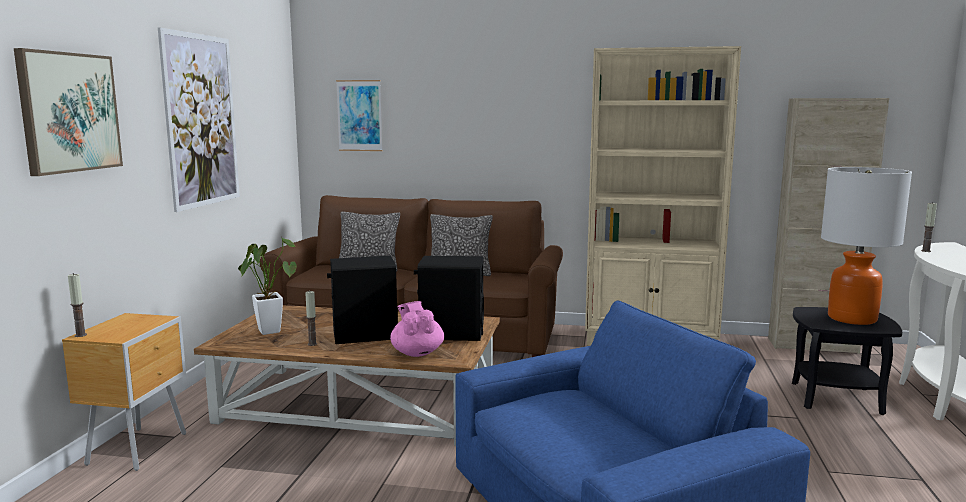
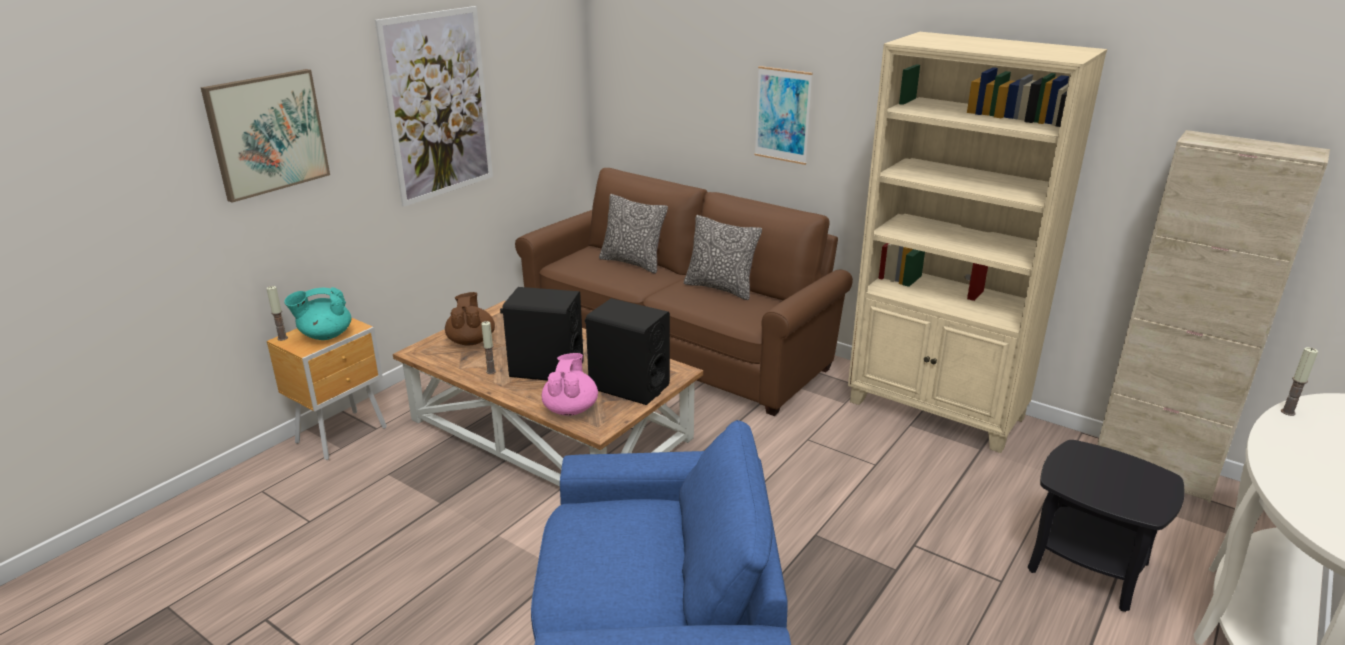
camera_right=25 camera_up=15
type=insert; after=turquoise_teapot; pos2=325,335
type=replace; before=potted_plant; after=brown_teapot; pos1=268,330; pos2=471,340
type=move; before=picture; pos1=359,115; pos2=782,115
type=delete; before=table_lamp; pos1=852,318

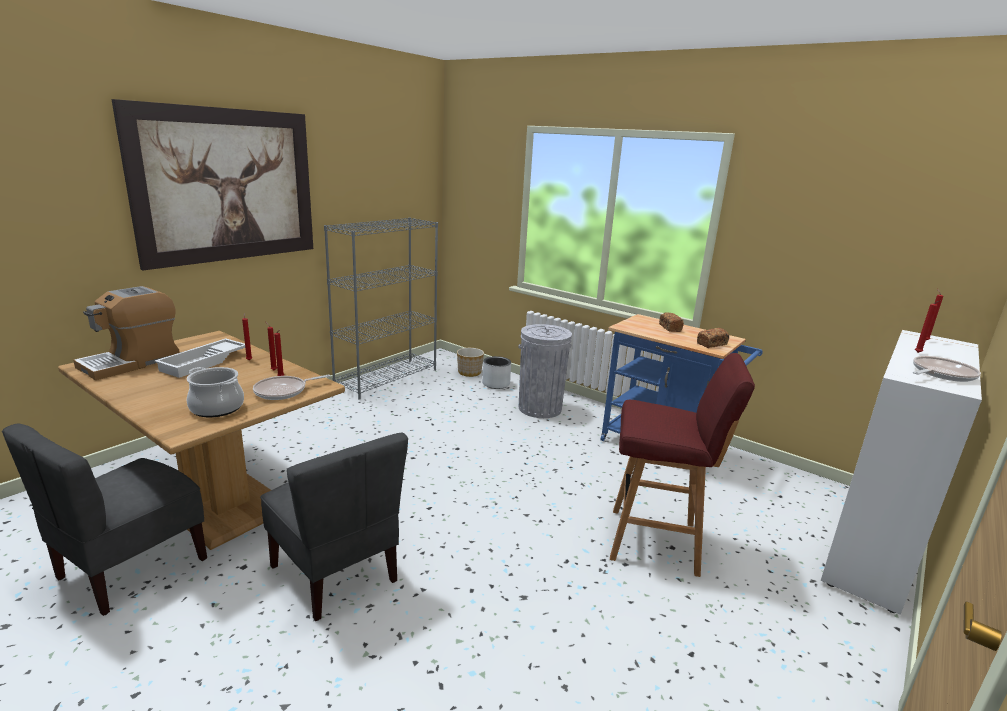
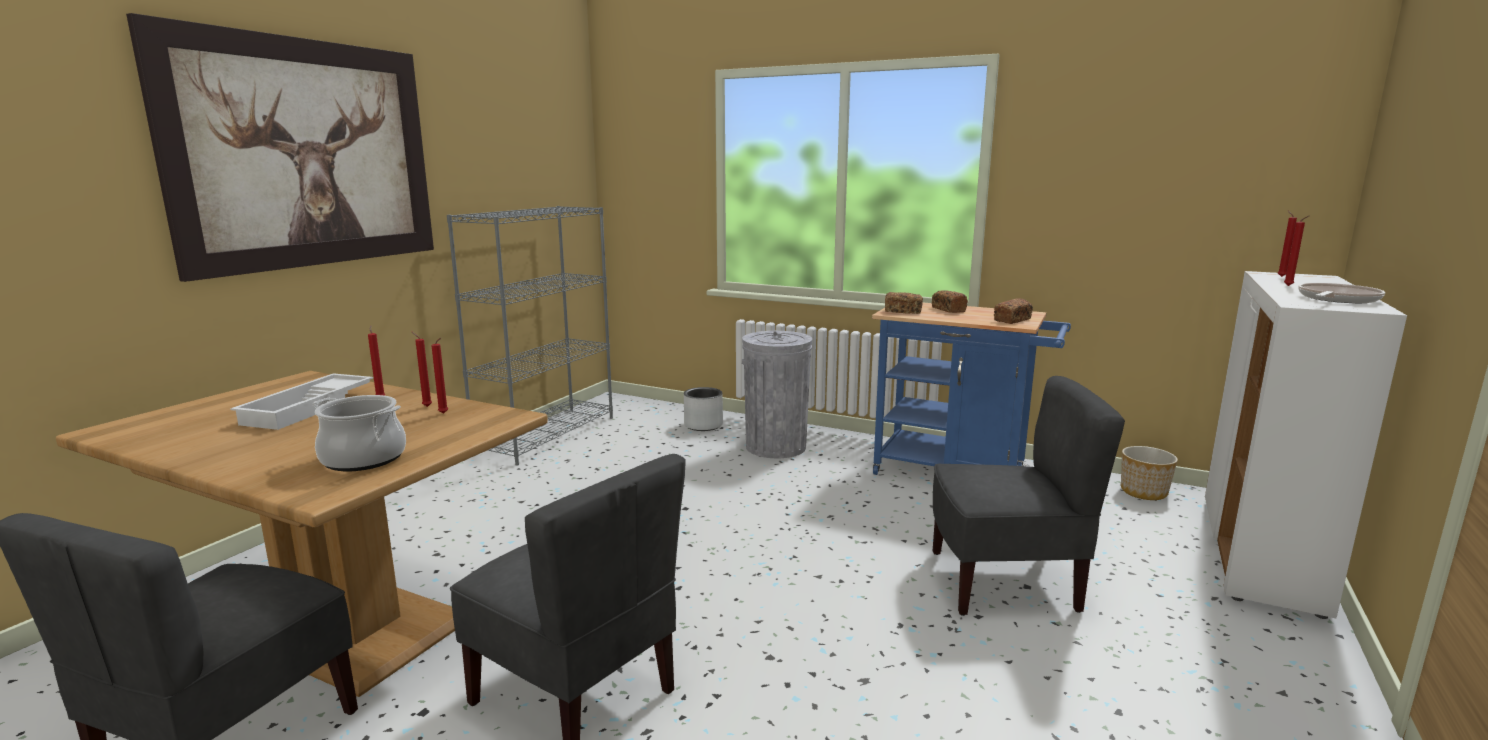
camera_right=-10 camera_up=-5
type=insert; after=bread; pos2=903,311
type=replace; before=red_stool; after=grey_chair; pos1=656,542; pos2=1004,583
type=move; before=planter; pos1=470,372; pos2=1144,492
type=delete; before=coffee_machine; pos1=132,362
type=delete; before=frying_pan; pos1=284,391

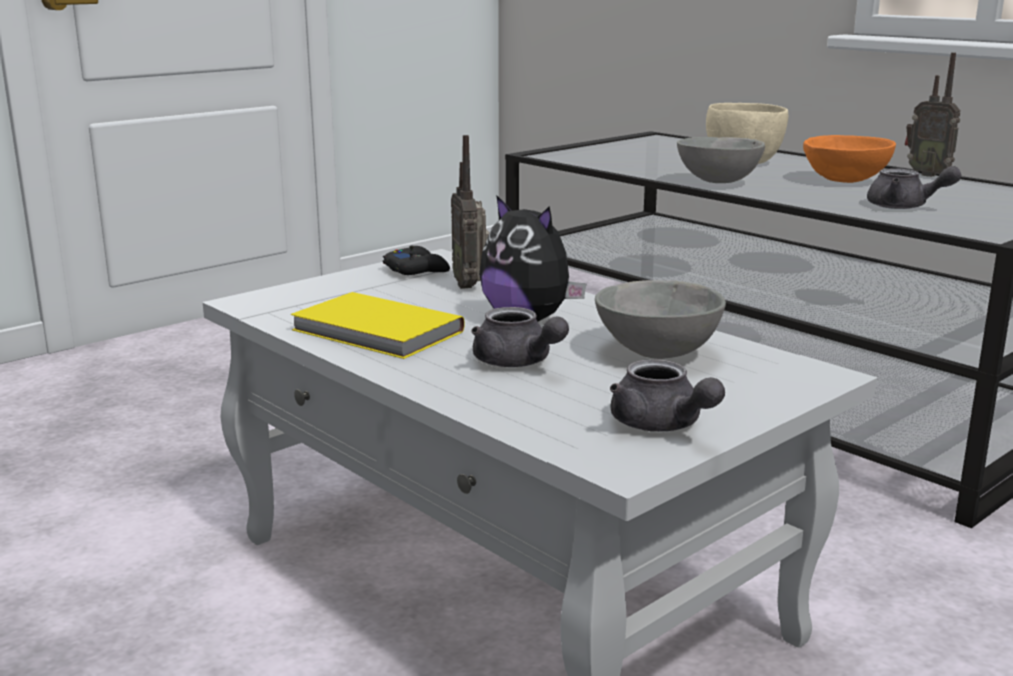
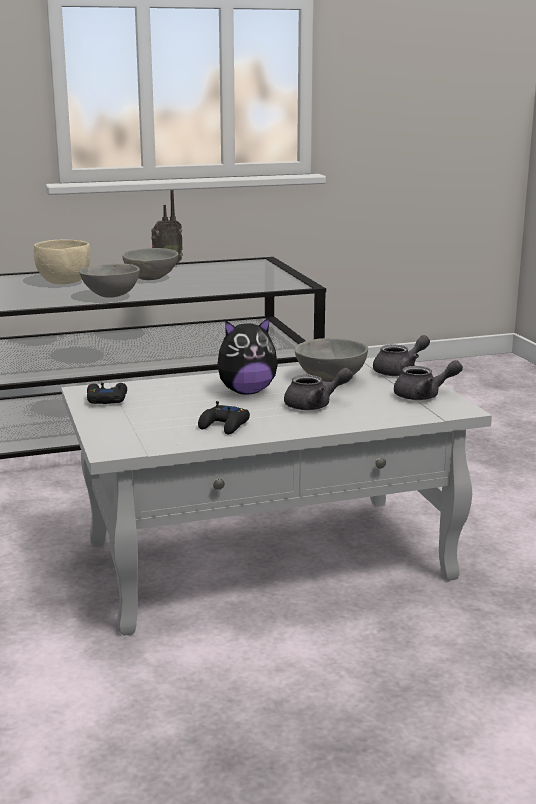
camera_right=-65 camera_up=0
type=recolor; before=orange_bowl; after=grey_bowl; pos1=846,181; pos2=152,279
type=replace; before=yellow_book; after=black_game_controller; pos1=376,332; pos2=224,425
type=move; before=grey_teapot; pos1=904,207; pos2=400,371
type=delete; before=radio; pos1=471,285

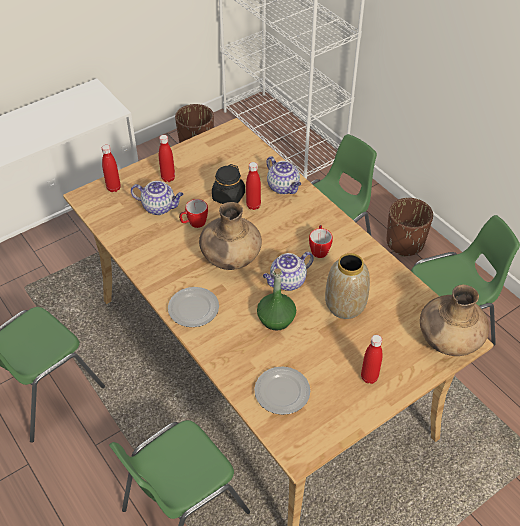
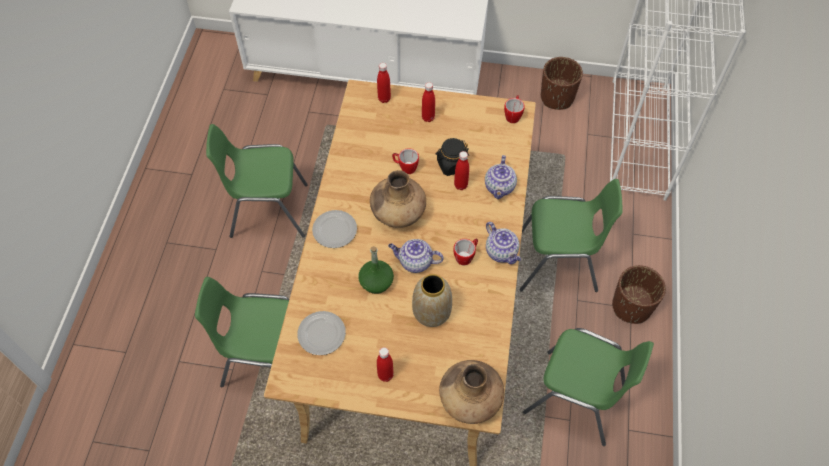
camera_right=45 camera_up=10
type=move; before=teapot; pos1=159,207; pos2=502,252
type=insert; after=mug; pos2=513,115

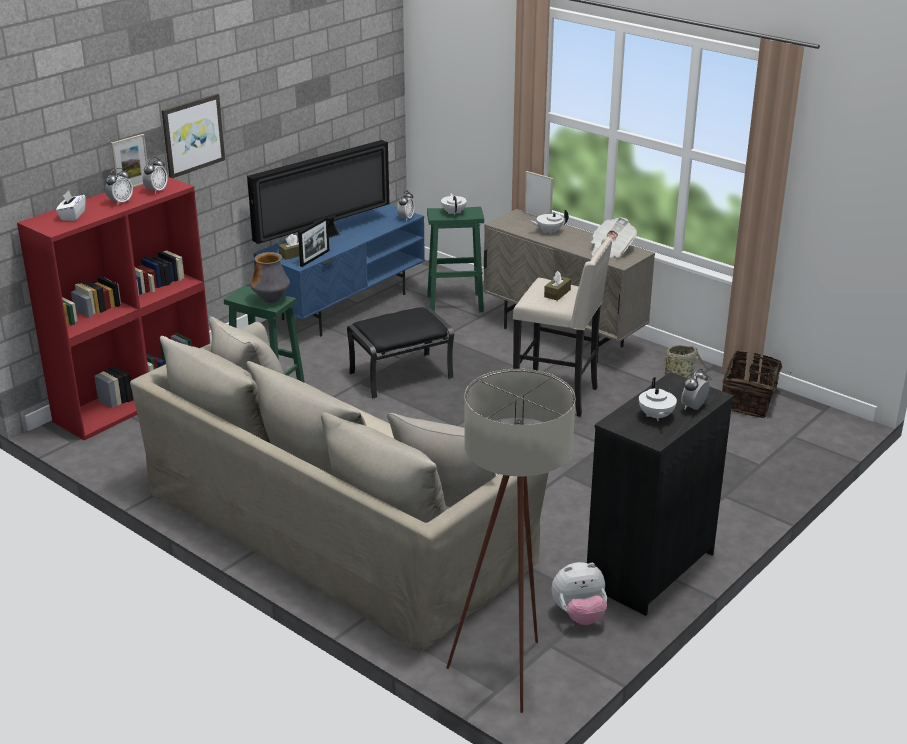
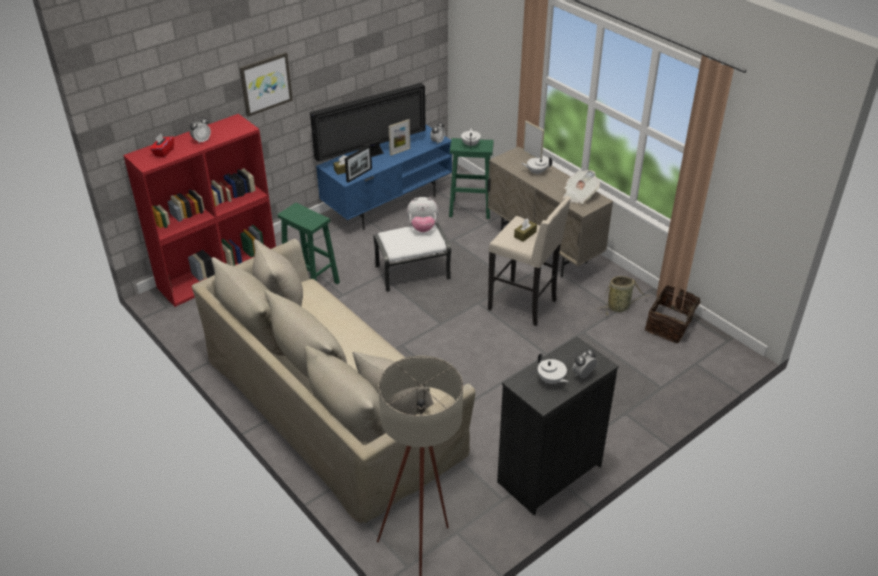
camera_right=10 camera_up=10
type=recolor; before=white_tissue_box; after=red_tissue_box; pos1=72,216; pos2=163,152
type=recolor; before=black_ottoman; after=white_ottoman; pos1=401,375; pos2=413,272
type=move; before=picture_frame; pos1=133,186; pos2=400,151
type=move; before=plush_toy; pos1=579,615; pos2=422,228
type=rotate; before=white_teapot; pos1=655,416; pos2=551,380; turn=-45
type=delete; before=alarm_clock; pos1=156,191
type=delete; before=vase; pos1=271,300

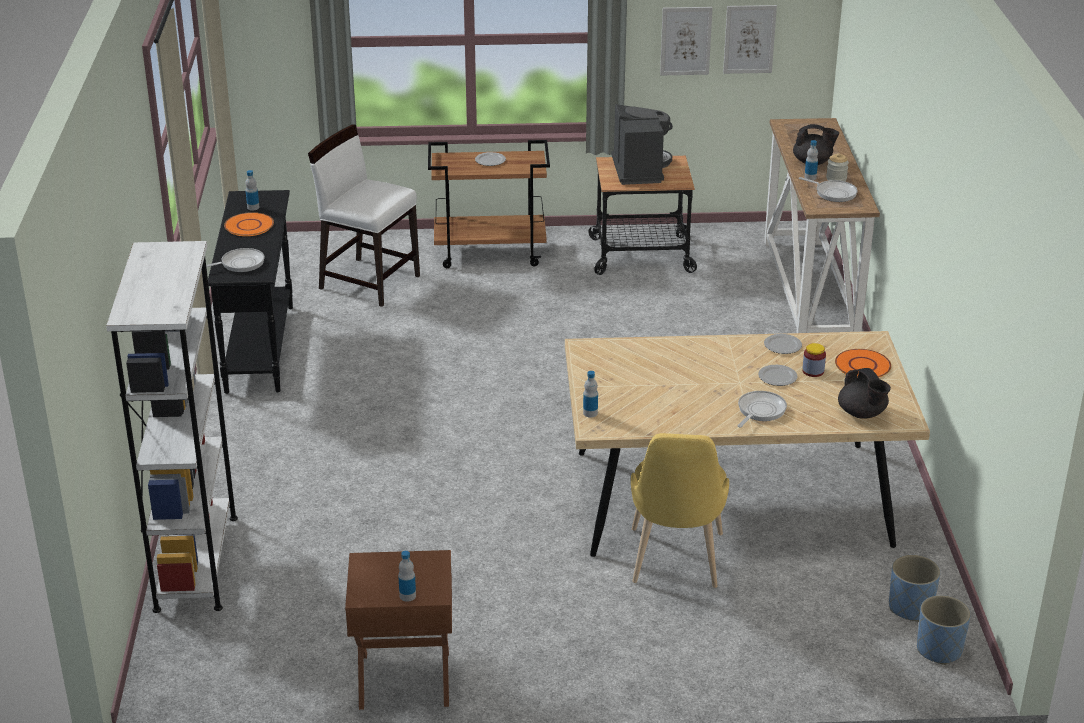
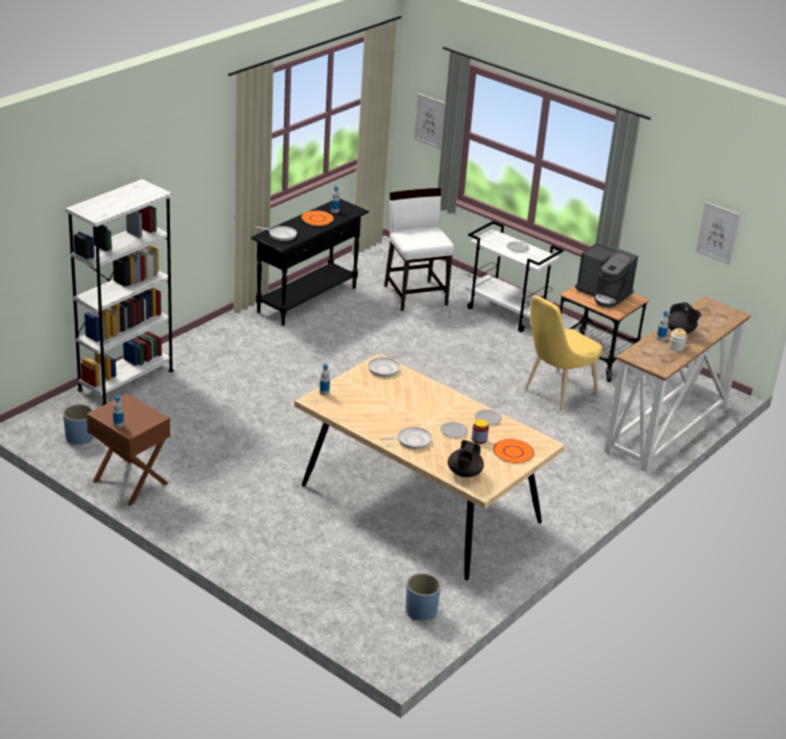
camera_right=40 camera_up=0
type=move; before=blue_planter; pos1=939,649; pos2=79,437
type=move; before=frying_pan; pos1=833,193; pos2=383,368
type=move; before=picture; pos1=685,41; pos2=430,121
type=recolor; before=brown_cart; after=white_cart; pos1=491,253; pos2=507,313
type=move; before=yellow_chair; pos1=675,563; pos2=556,393
type=rotate; before=coffee_machine; pos1=639,170; pos2=603,294; turn=90

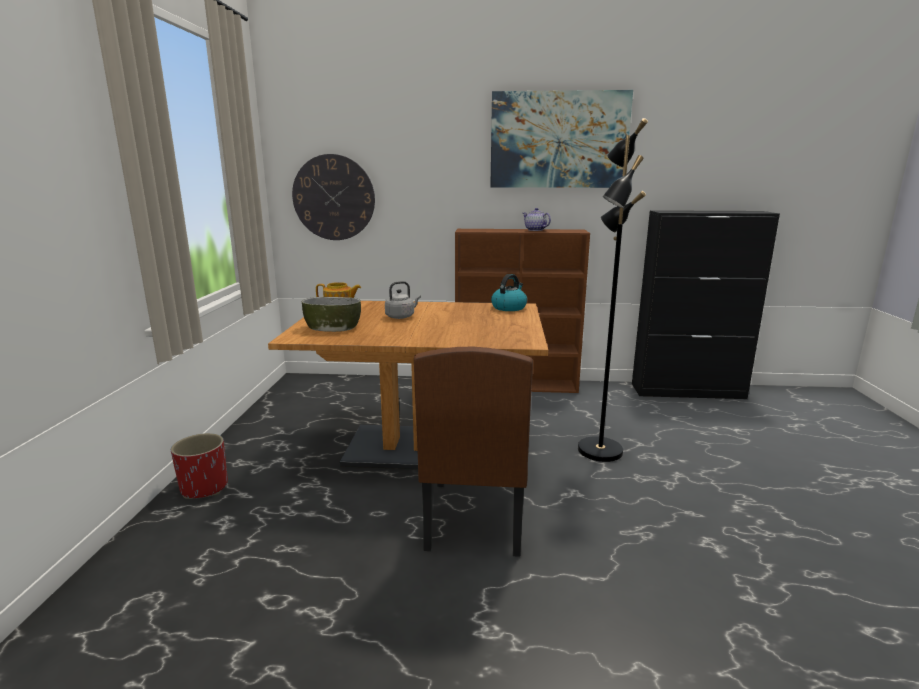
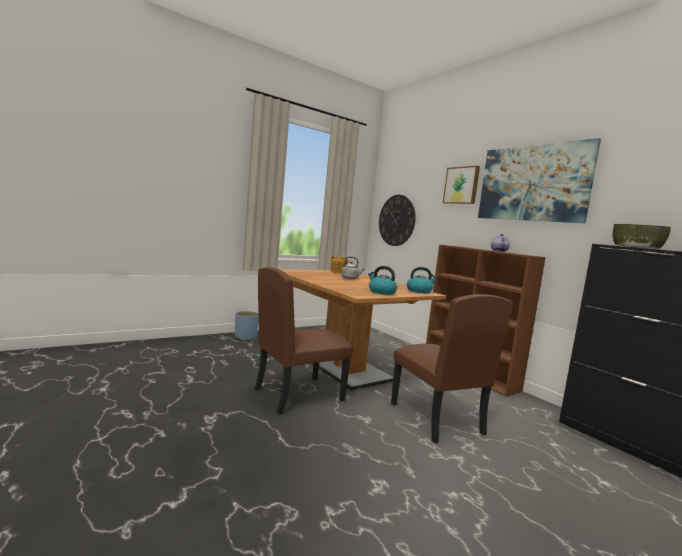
camera_right=50 camera_up=-10
type=recolor; before=red_planter; after=blue_planter; pos1=204,488; pos2=245,337
type=insert; after=kettle; pos2=381,292
type=replace; before=black_floor_lamp; after=brown_chair; pos1=598,450; pos2=435,418
type=insert; after=picture; pos2=461,185
type=move; before=bowl; pos1=333,327; pos2=636,247

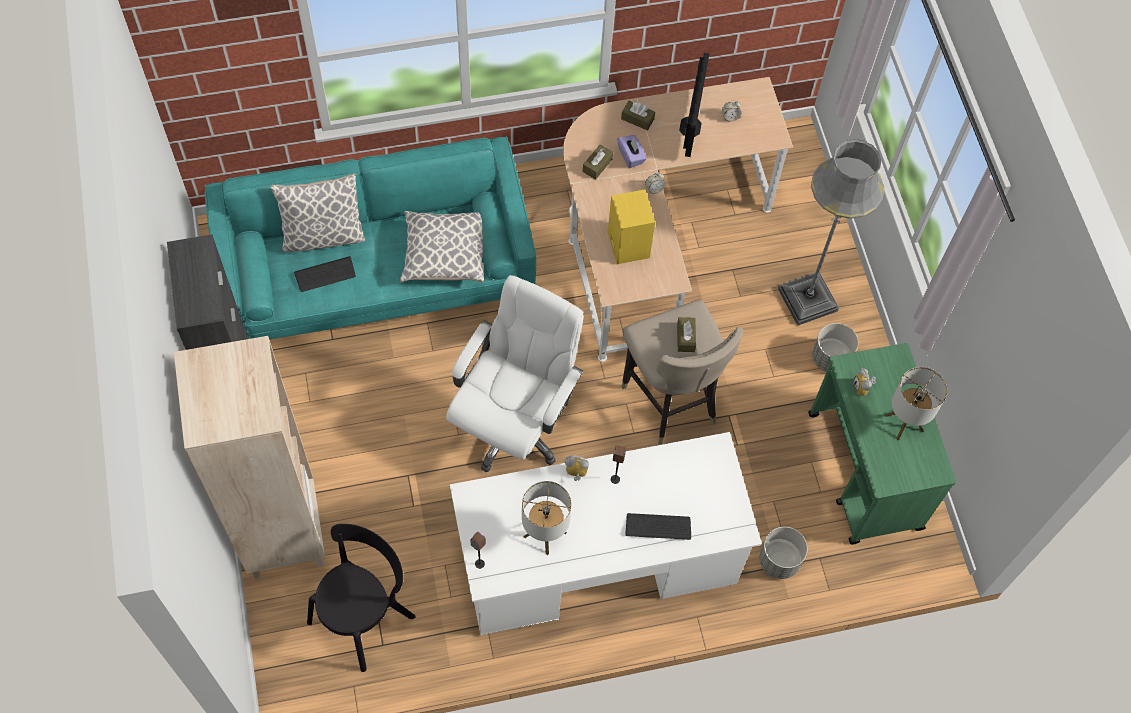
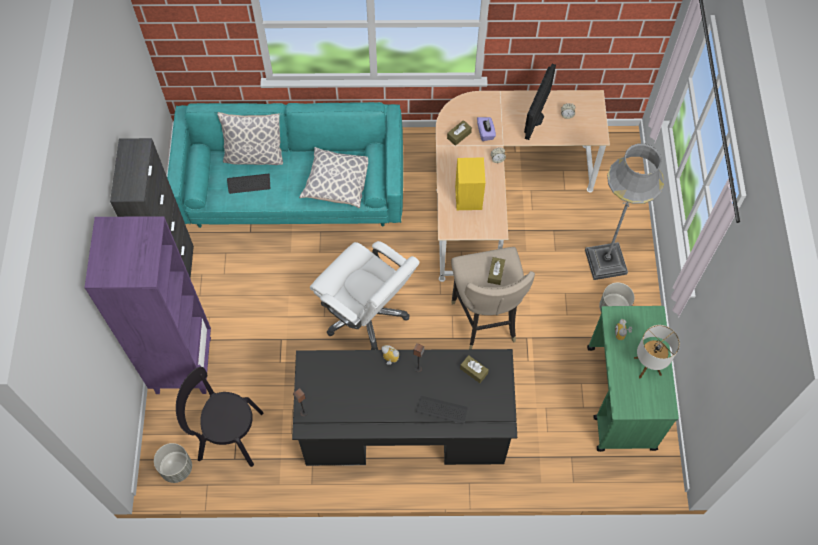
camera_right=15 camera_up=0
type=recolor; before=beige_bookcase; after=purple_bookcase; pos1=283,533; pos2=183,364
type=move; before=grey_planter; pos1=779,560; pos2=176,468
type=rotate; before=black_chair; pos1=365,615; pos2=227,435; turn=-135
type=recolor; before=white_desk; after=black_desk; pos1=598,560; pos2=404,427
type=rotate; before=white_office_chair; pos1=514,422; pos2=366,315; turn=90
type=move; before=brown_tissue_box; pos1=637,119; pos2=473,371
type=delete; before=table_lamp; pos1=545,534

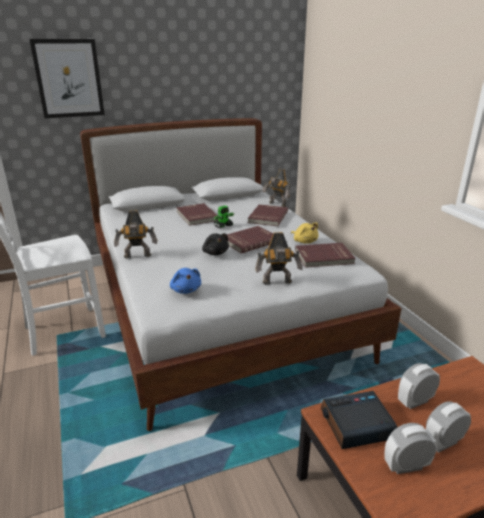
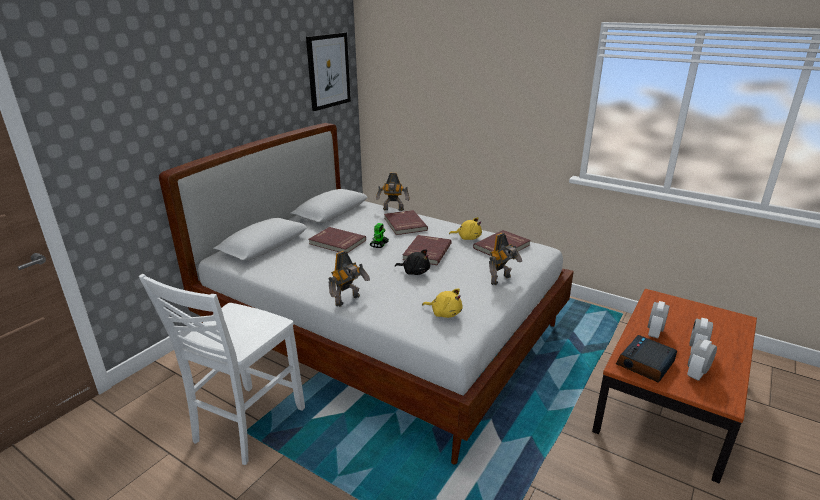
camera_right=-35 camera_up=0
type=move; before=picture; pos1=69,78; pos2=328,71
type=recolor; before=blue_plush_toy; after=yellow_plush_toy; pos1=186,289; pos2=445,313

